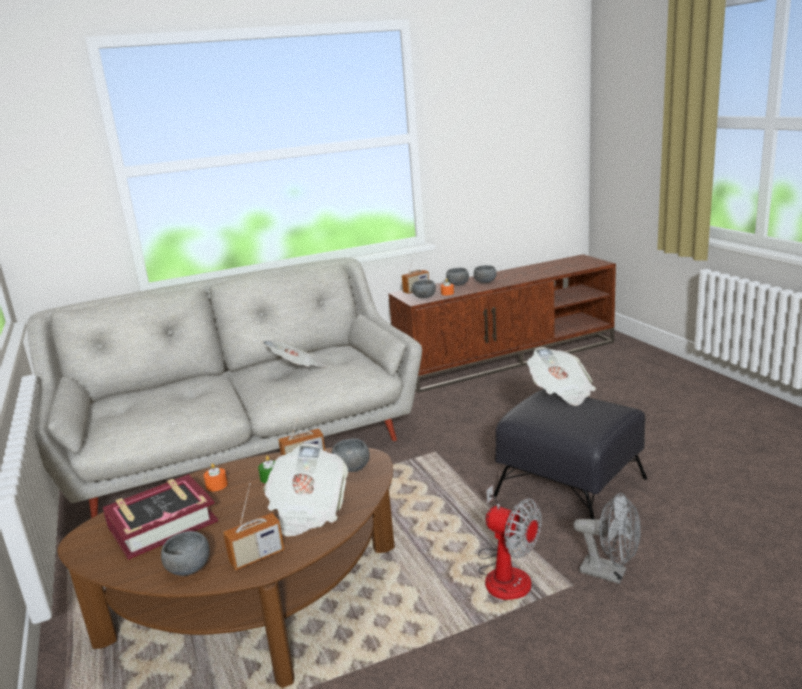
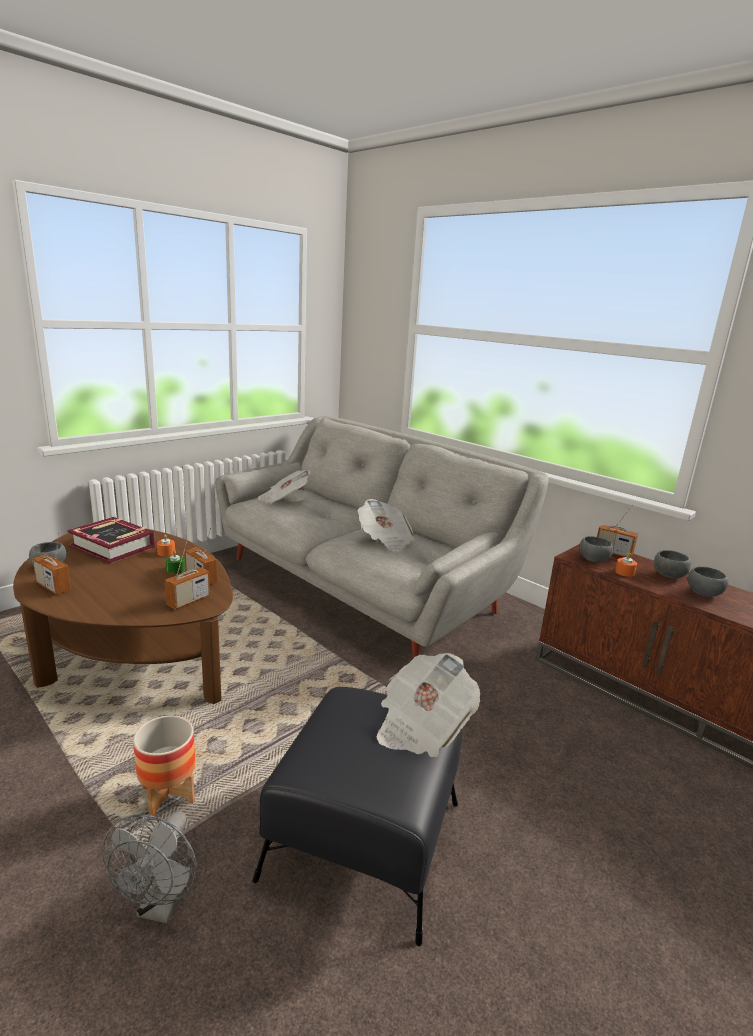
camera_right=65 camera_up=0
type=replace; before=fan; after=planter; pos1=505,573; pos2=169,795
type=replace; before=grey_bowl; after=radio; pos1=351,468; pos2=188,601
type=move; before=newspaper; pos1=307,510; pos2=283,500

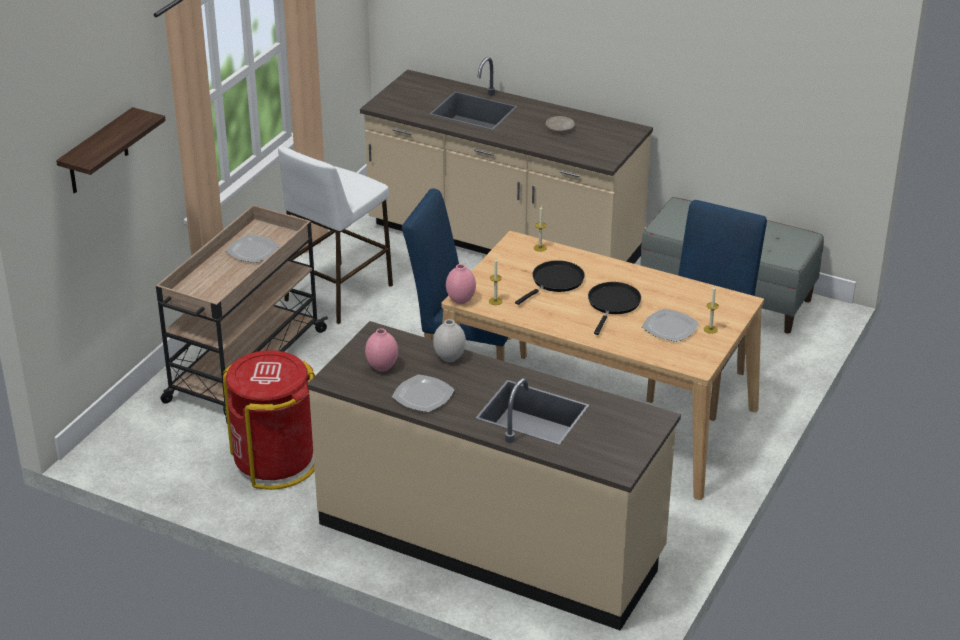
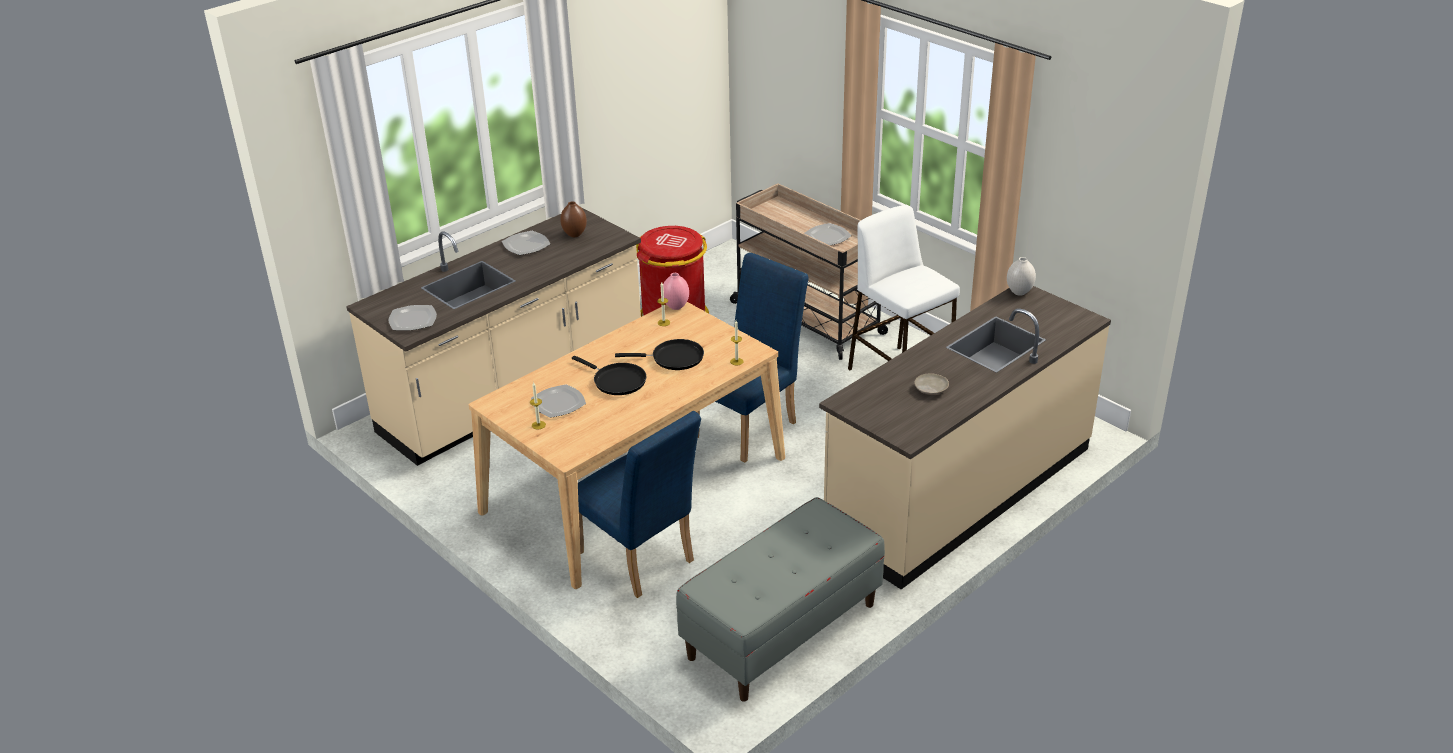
camera_right=110 camera_up=0
type=insert; after=plate; pos2=412,320
type=recolor; before=pink_vase; after=brown_vase; pos1=382,367; pos2=574,234
type=rotate; before=black_frying_pan; pos1=555,282; pos2=673,358; turn=-60
type=move; before=white_vase; pos1=450,358; pos2=1019,292
type=delete; before=shelf; pos1=98,153

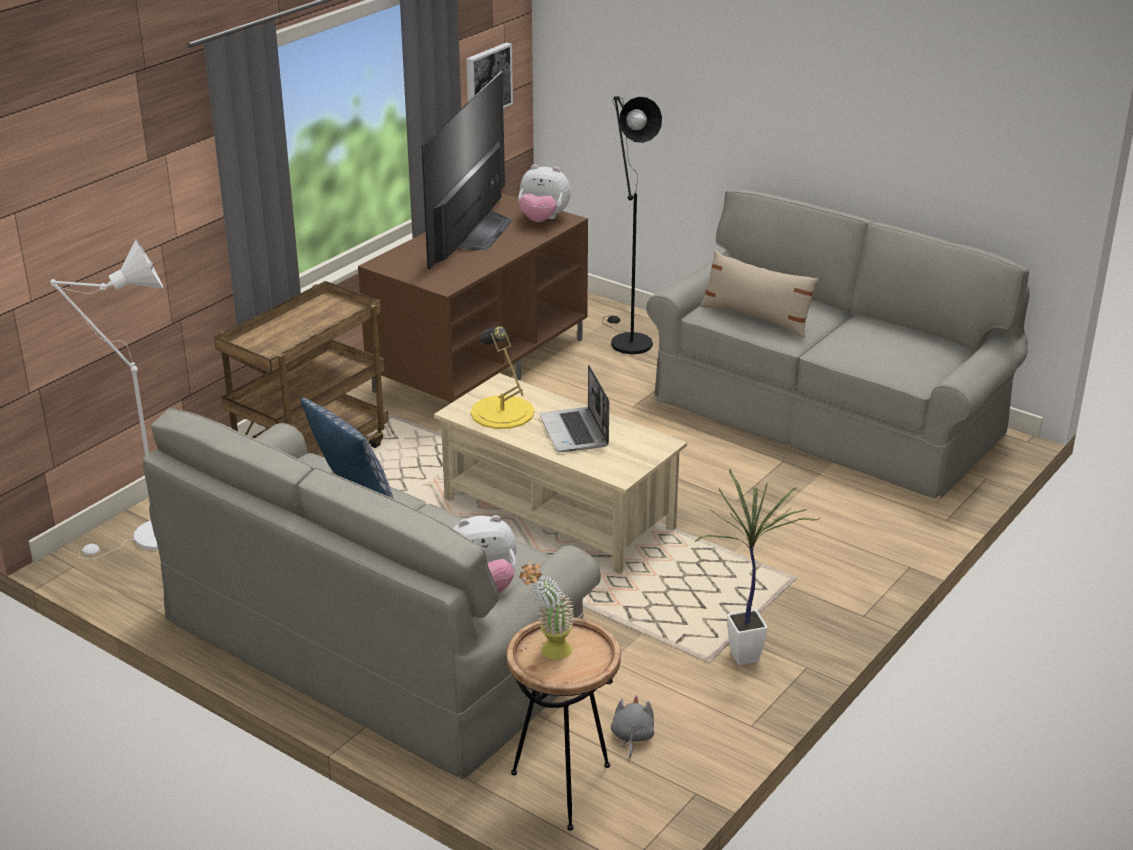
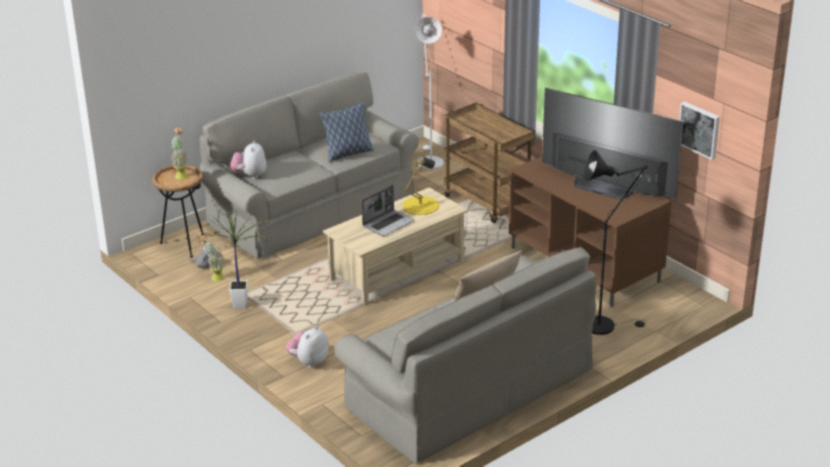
camera_right=105 camera_up=0
type=insert; after=potted_plant; pos2=214,277
type=move; before=plush_toy; pos1=543,220; pos2=309,361
type=rotate; before=laptop; pos1=575,432; pos2=388,223; turn=135

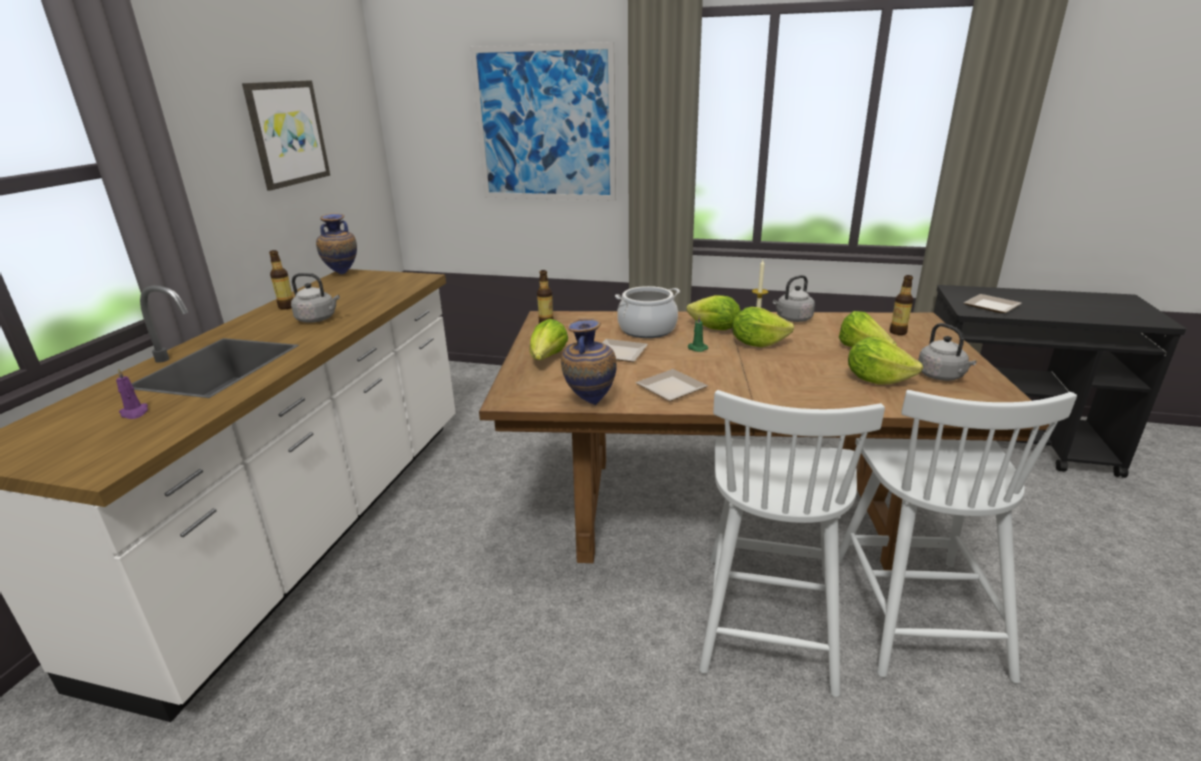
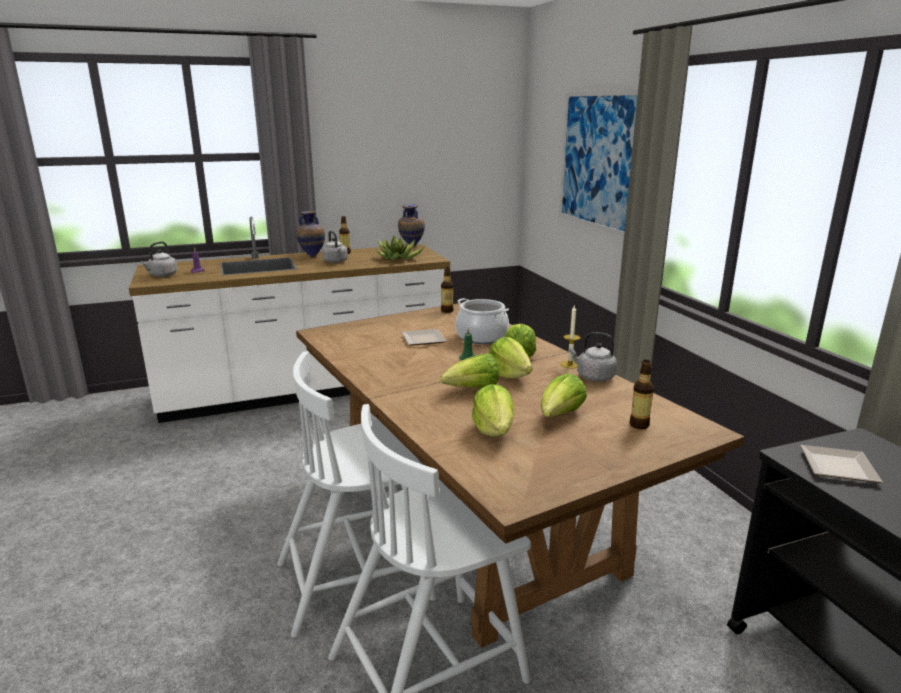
camera_right=55 camera_up=-5
type=move; before=grey_kettle; pos1=942,376; pos2=162,275
type=move; before=vase; pos1=589,402; pos2=312,256
type=insert; after=potted_plant; pos2=398,258
type=move; before=lettuce; pos1=547,359; pos2=473,390
type=delete; before=picture; pos1=287,133
type=delete; before=plate; pos1=671,387

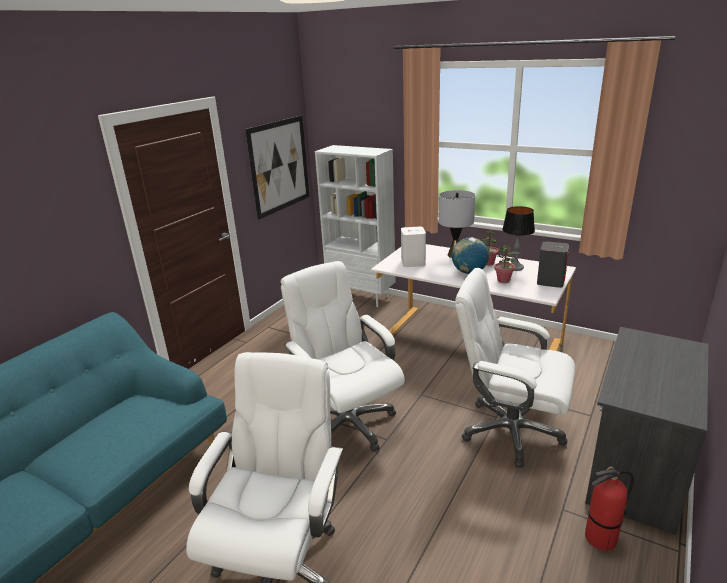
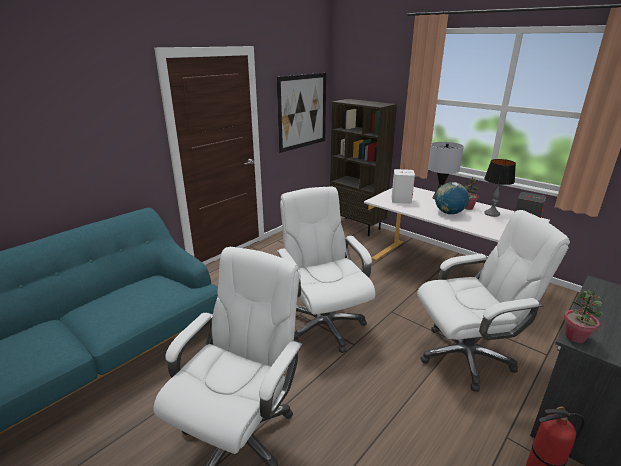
camera_right=10 camera_up=0
type=recolor; before=white_bookcase; after=brown_bookcase; pos1=361,296; pos2=357,226
type=rotate; before=white_office_chair; pos1=510,431; pos2=466,356; turn=135
type=move; before=potted_plant; pos1=503,280; pos2=575,337

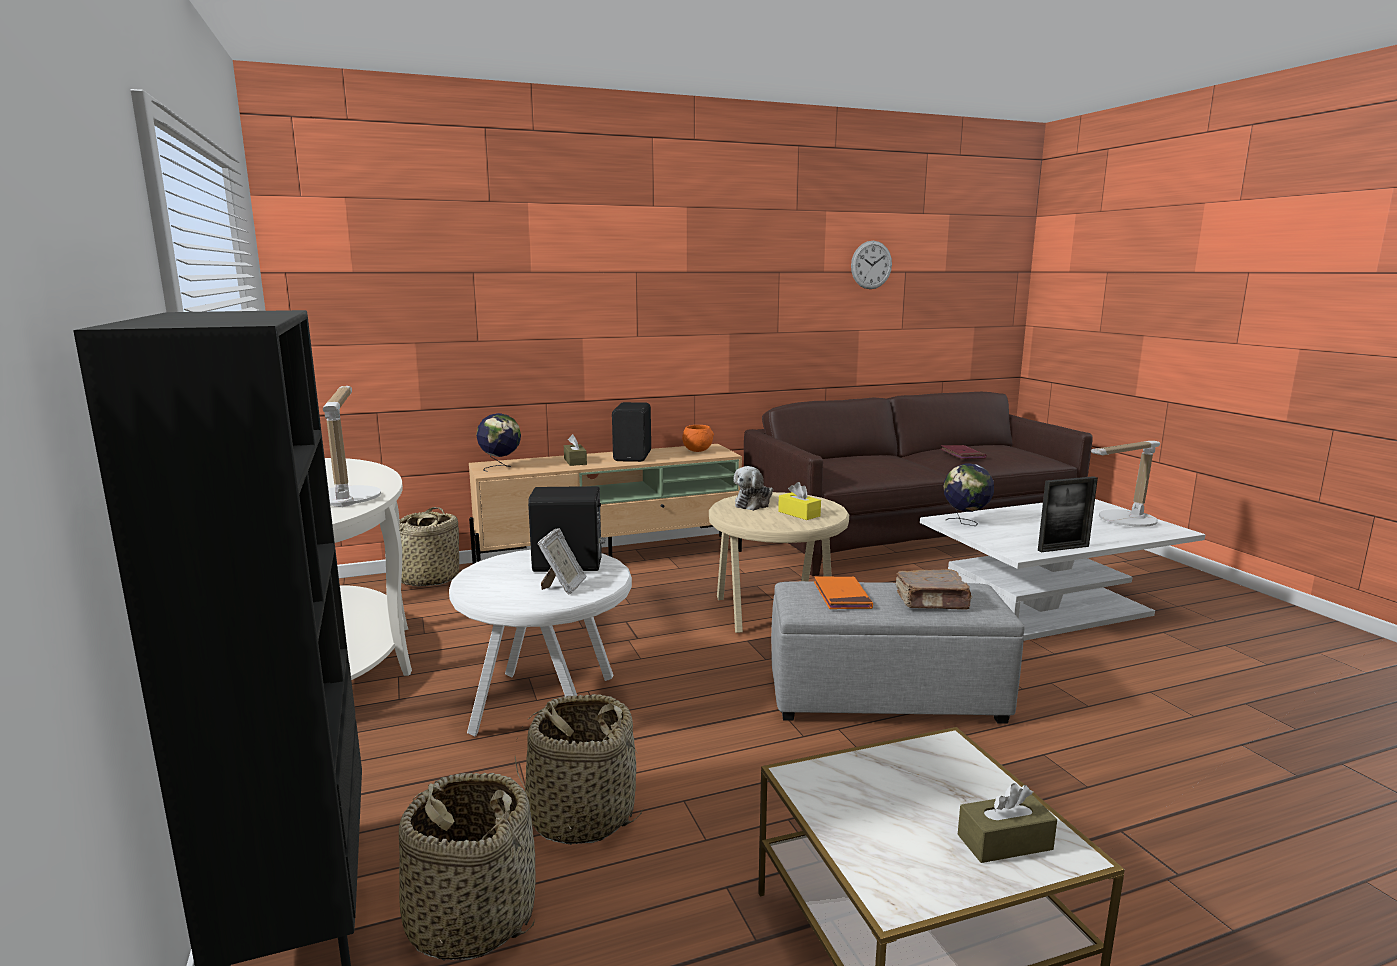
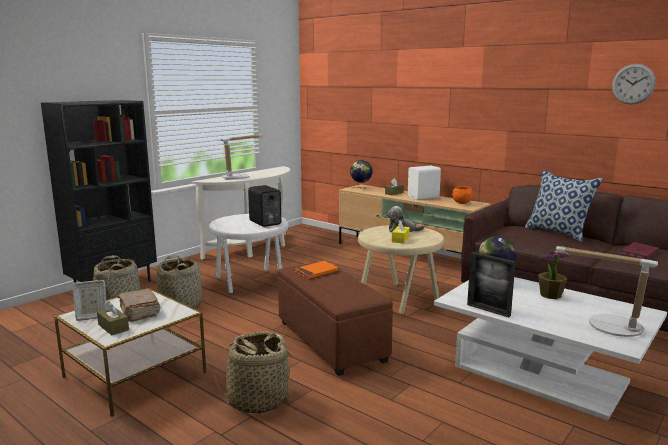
camera_right=60 camera_up=0
type=move; before=picture_frame; pos1=563,587; pos2=91,316
type=move; before=brown_book; pos1=932,602; pos2=139,312
type=move; before=basket; pos1=428,579; pos2=257,400
type=recolor; before=grey_ottoman; after=brown_ottoman; pos1=887,698; pos2=331,341
type=recolor; before=black_speaker; after=white_speaker; pos1=634,456; pos2=424,198
type=insert; after=pillow; pos2=558,233
type=insert; after=potted_plant; pos2=550,295

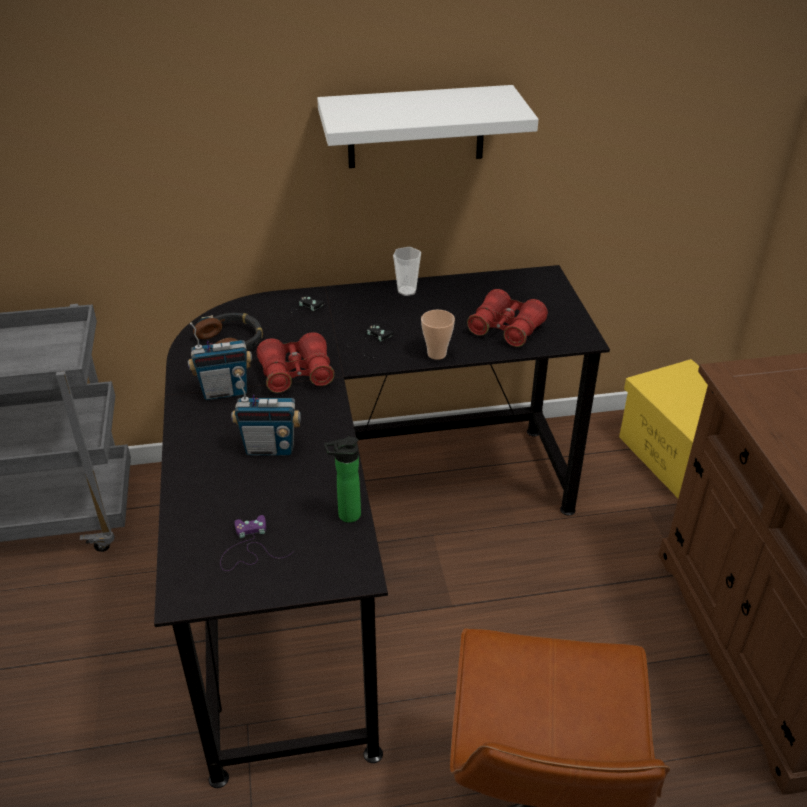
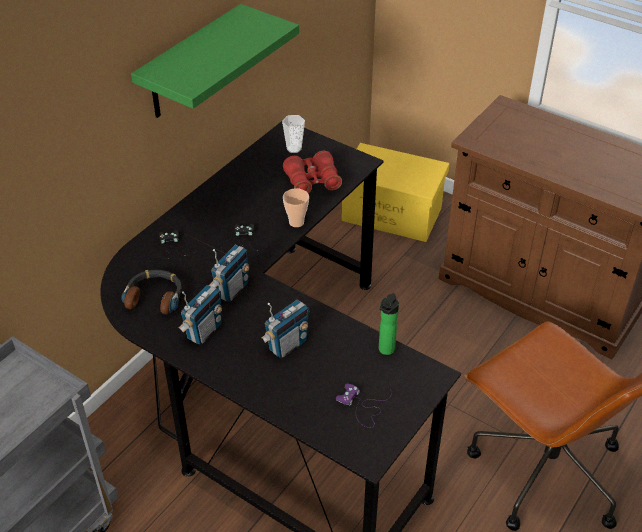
camera_right=-45 camera_up=5
type=recolor; before=white_shelf; after=green_shelf; pos1=416,127; pos2=191,64
type=replace; before=red_binoculars; after=radio; pos1=296,374; pos2=232,289
type=move; before=cup; pos1=407,291; pos2=294,149

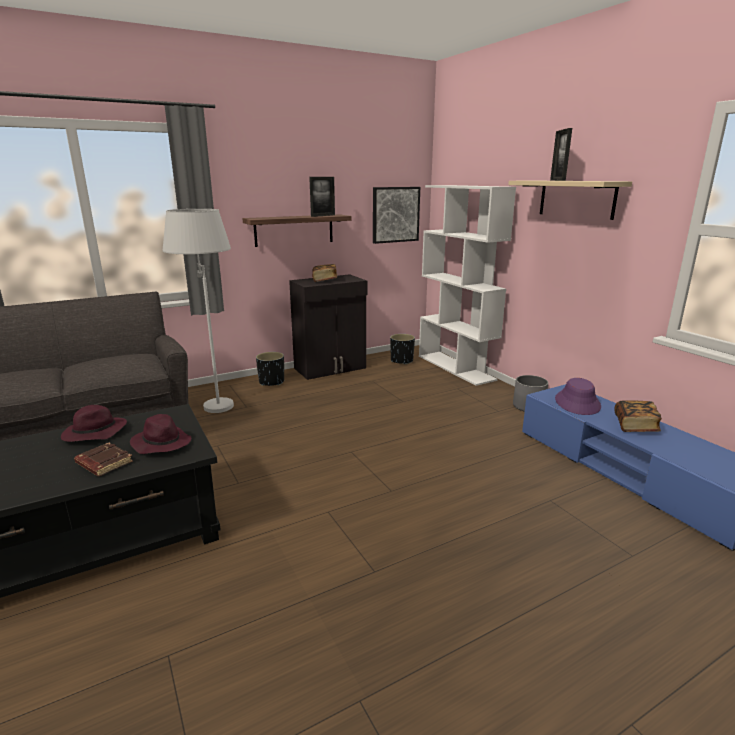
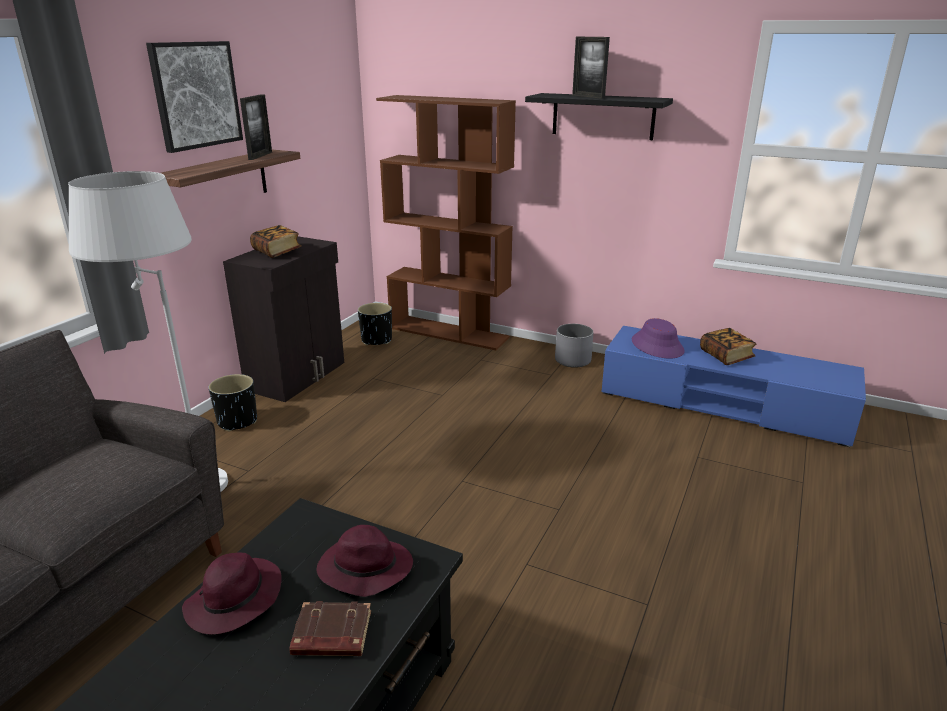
camera_right=-35 camera_up=5
type=move; before=picture; pos1=395,214; pos2=196,95
type=recolor; before=white_bookcase; after=brown_bookcase; pos1=456,367; pos2=449,332
type=recolor; before=beige_shelf; after=black_shelf; pos1=576,199; pos2=603,116

